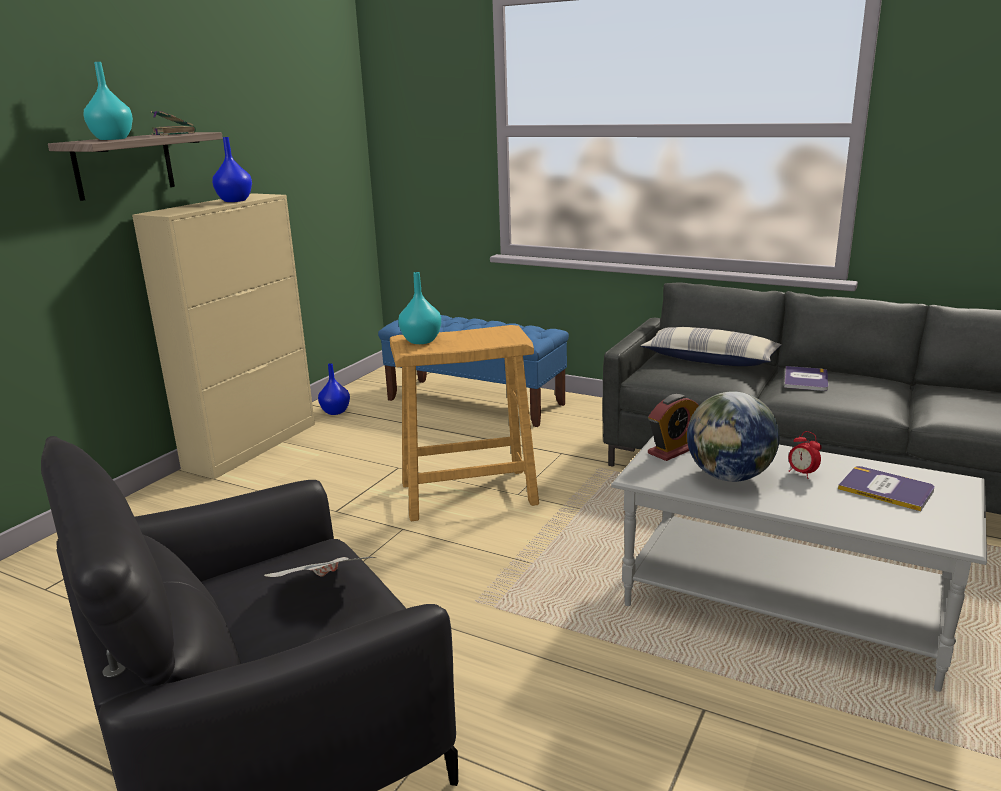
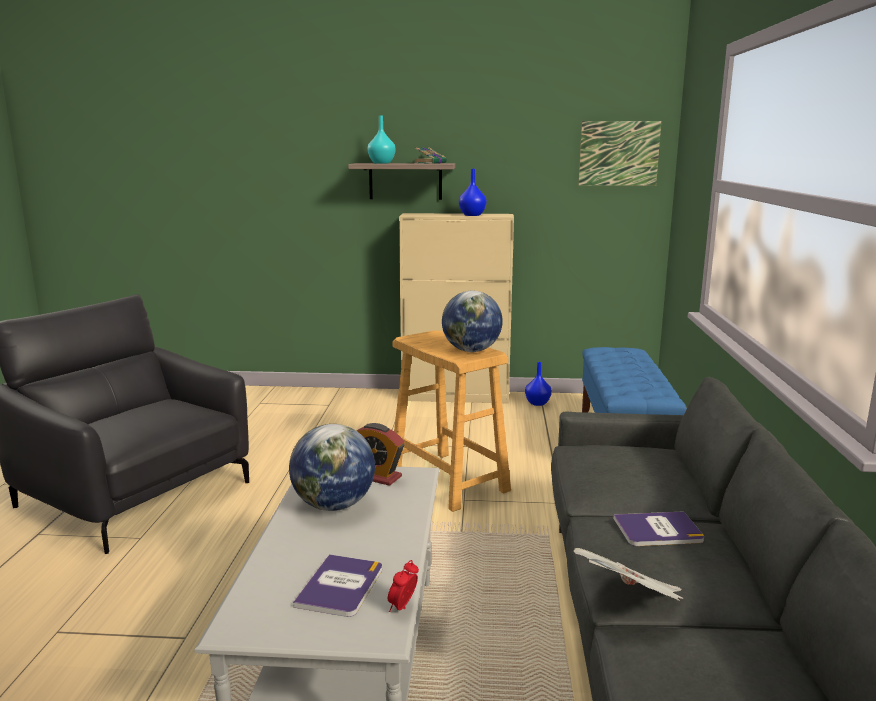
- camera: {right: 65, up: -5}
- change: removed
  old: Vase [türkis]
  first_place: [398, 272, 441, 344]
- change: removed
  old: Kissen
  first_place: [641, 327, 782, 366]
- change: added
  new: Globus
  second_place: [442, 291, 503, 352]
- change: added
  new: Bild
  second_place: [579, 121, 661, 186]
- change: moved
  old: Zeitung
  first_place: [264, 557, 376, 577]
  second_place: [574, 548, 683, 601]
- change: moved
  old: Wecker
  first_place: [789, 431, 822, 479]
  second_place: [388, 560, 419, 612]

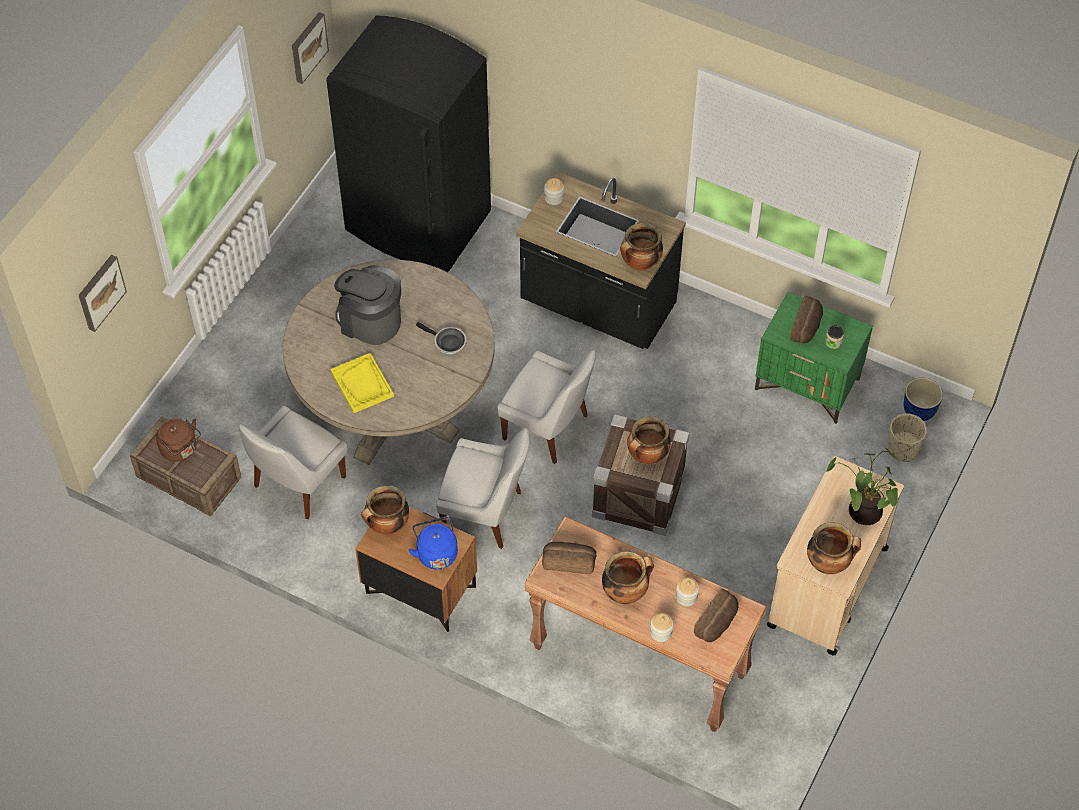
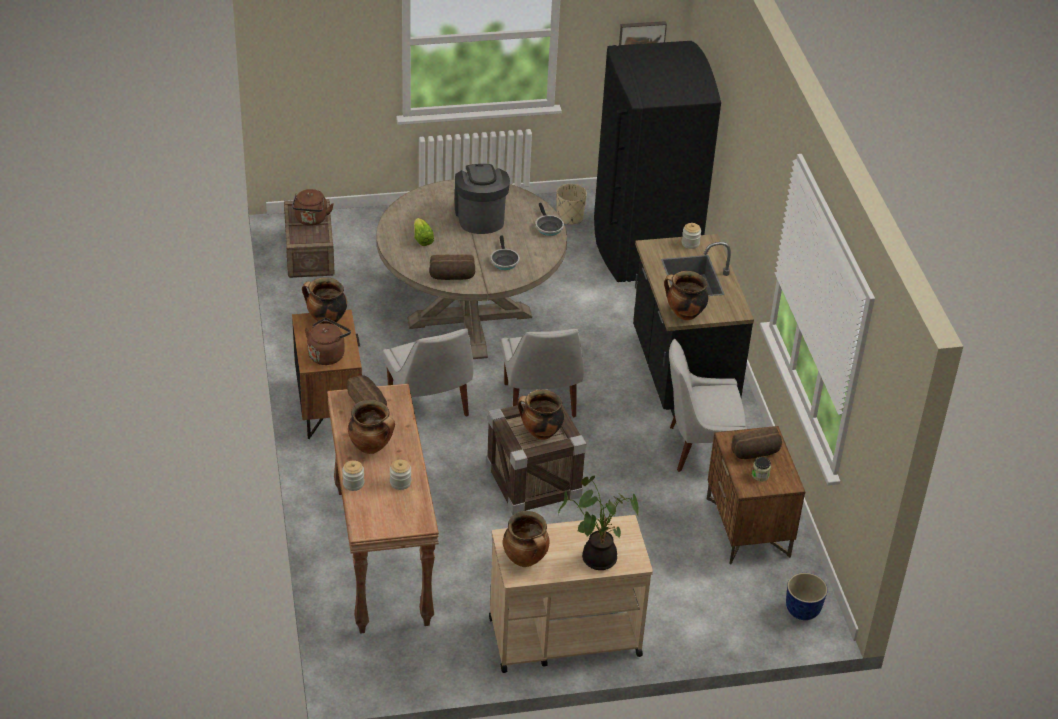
- camera: {right: 50, up: -15}
- change: removed
  old: Bild
  first_place: [79, 255, 127, 332]
- change: added
  new: Pfanne
  second_place: [535, 203, 564, 236]
- change: moved
  old: Stuhl [weiß]
  first_place: [239, 406, 347, 519]
  second_place: [669, 339, 747, 472]
- change: moved
  old: Brot
  first_place: [694, 589, 739, 642]
  second_place: [429, 255, 475, 280]
- change: moved
  old: Pflanzkübel [beige]
  first_place: [887, 413, 927, 462]
  second_place: [556, 184, 587, 225]
- change: replaced
  old: Tablett [gelb]
  new: Salatkopf
  first_place: [330, 353, 394, 413]
  second_place: [414, 218, 434, 246]
- change: recoloured
  old: Wasserkessel [blau]
  new: Wasserkessel [braun]
  first_place: [408, 516, 458, 570]
  second_place: [305, 318, 351, 365]
- change: recoloured
  old: Nachttisch [grün]
  new: Nachttisch [braun]
  first_place: [755, 292, 873, 424]
  second_place: [707, 426, 805, 564]

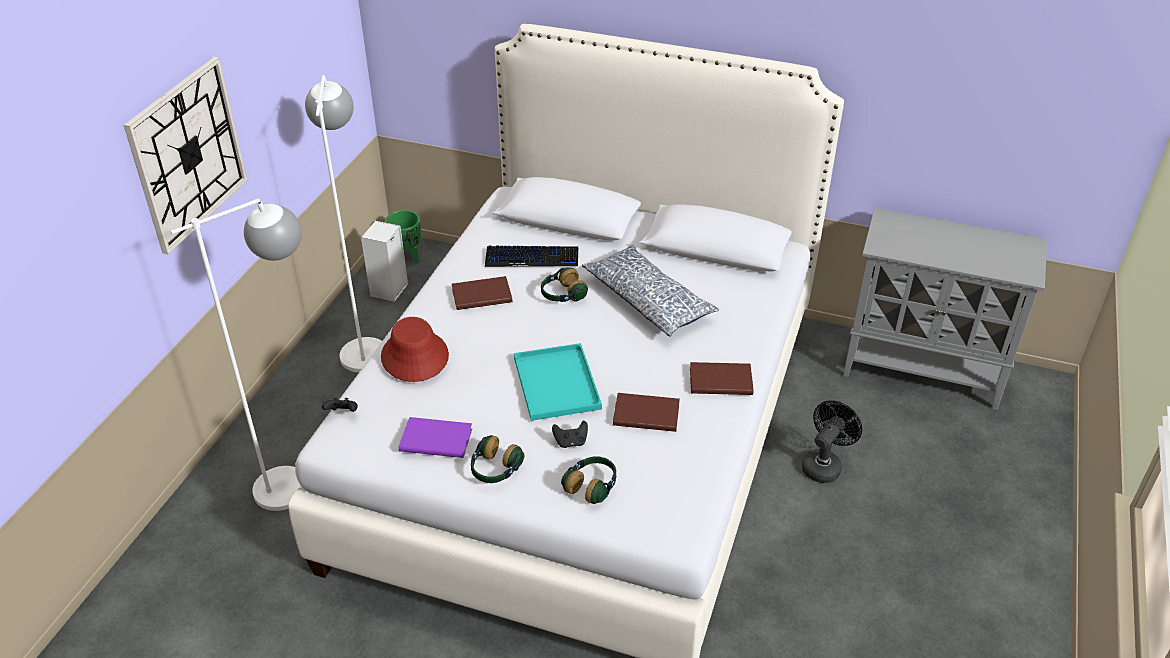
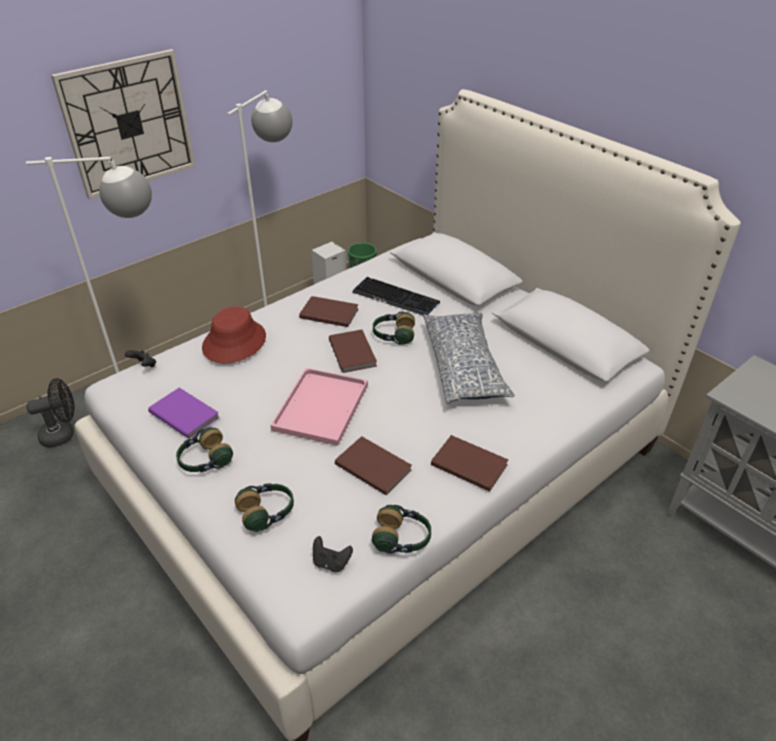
- camera: {right: 30, up: 0}
- change: added
  new: Buch [braun]
  second_place: [329, 330, 377, 373]
- change: added
  new: Kopfhörer
  second_place: [372, 505, 431, 554]
- change: moved
  old: Gamepad [schwarz]
  first_place: [552, 421, 588, 448]
  second_place: [313, 536, 353, 572]
- change: moved
  old: Ventilator [schwarz]
  first_place: [802, 401, 862, 483]
  second_place: [26, 378, 75, 448]
- change: recoloured
  old: Tablett [türkis]
  new: Tablett [rosa]
  first_place: [514, 343, 602, 421]
  second_place: [270, 368, 368, 446]

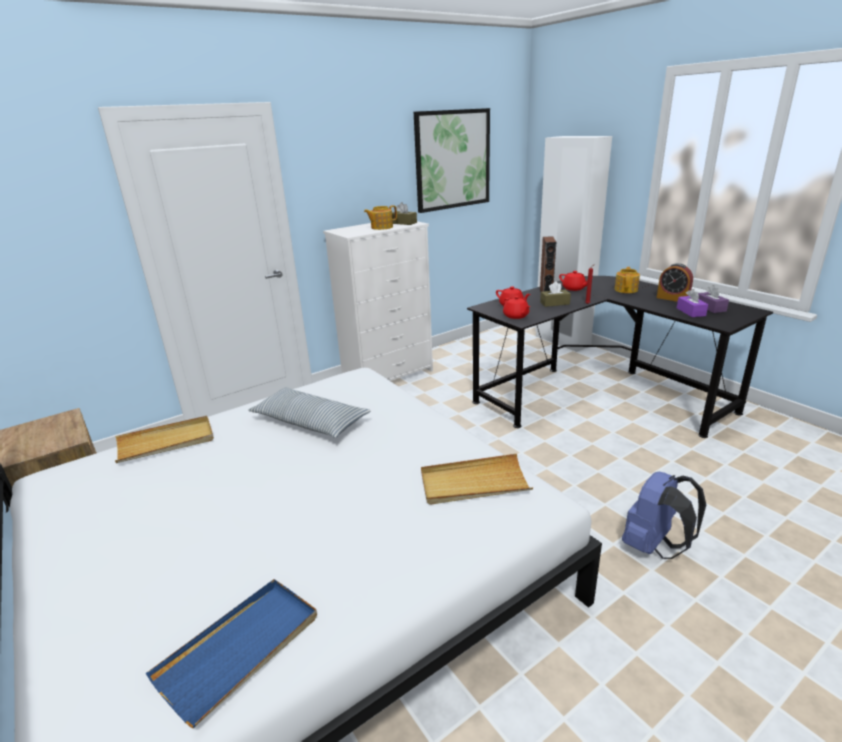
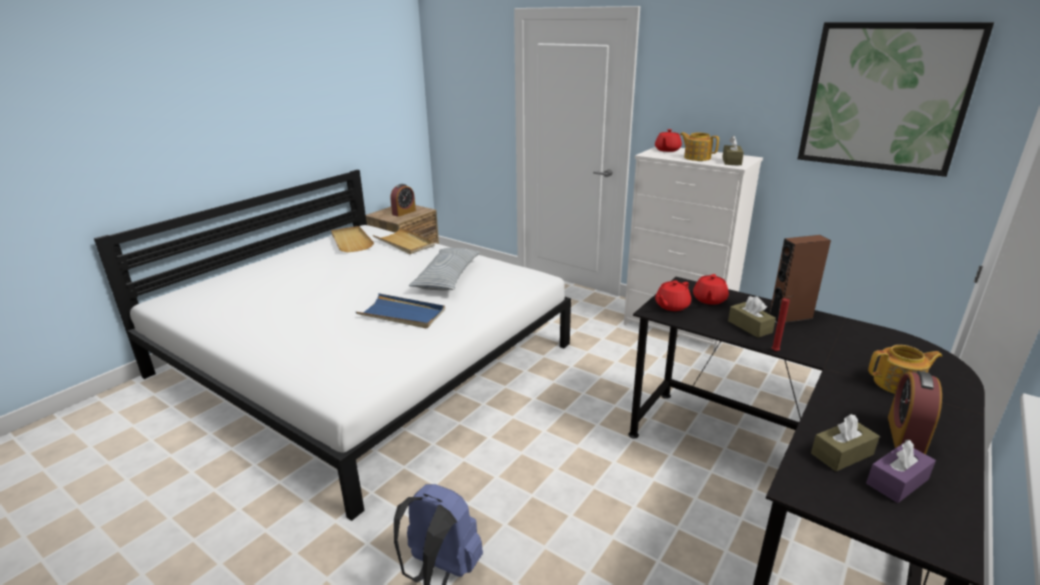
- camera: {right: 70, up: 0}
- change: added
  new: Wecker
  second_place: [390, 184, 416, 217]
- change: moved
  old: Tablett [blau]
  first_place: [146, 579, 317, 728]
  second_place: [356, 293, 445, 328]
- change: moved
  old: Tablett [beige]
  first_place: [421, 454, 533, 505]
  second_place: [331, 226, 374, 252]
- change: moved
  old: Teekanne [rot]
  first_place: [559, 271, 588, 291]
  second_place: [655, 129, 682, 152]
- change: recoloured
  old: Taschentuchbox [lila]
  new: Taschentuchbox [braun]
  first_place: [677, 289, 708, 317]
  second_place: [811, 414, 880, 471]

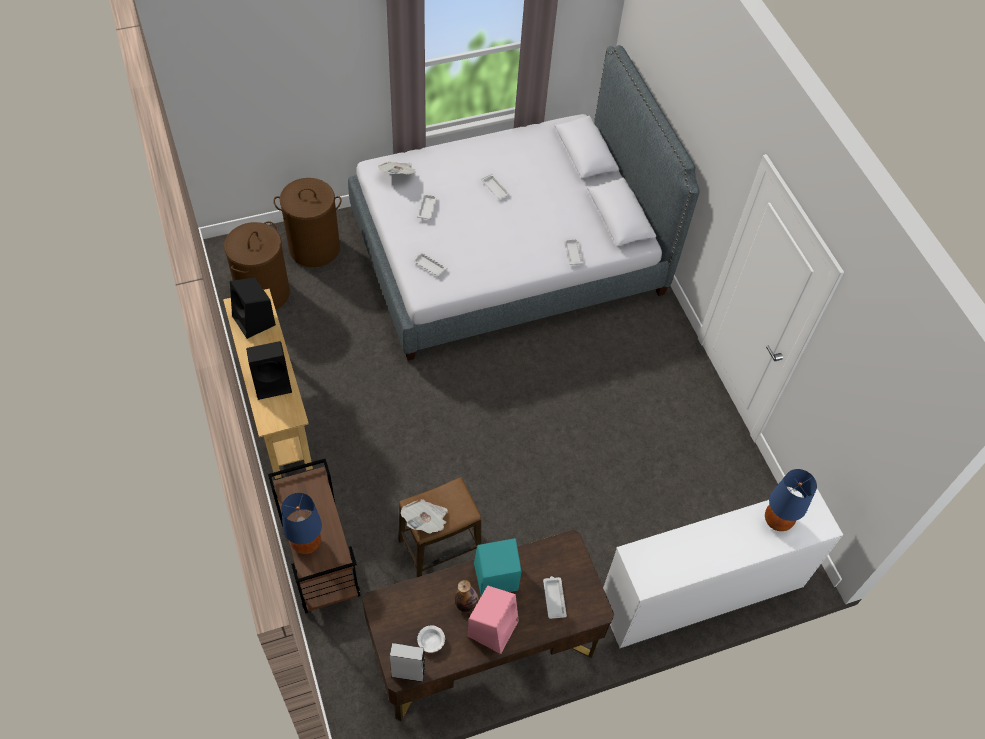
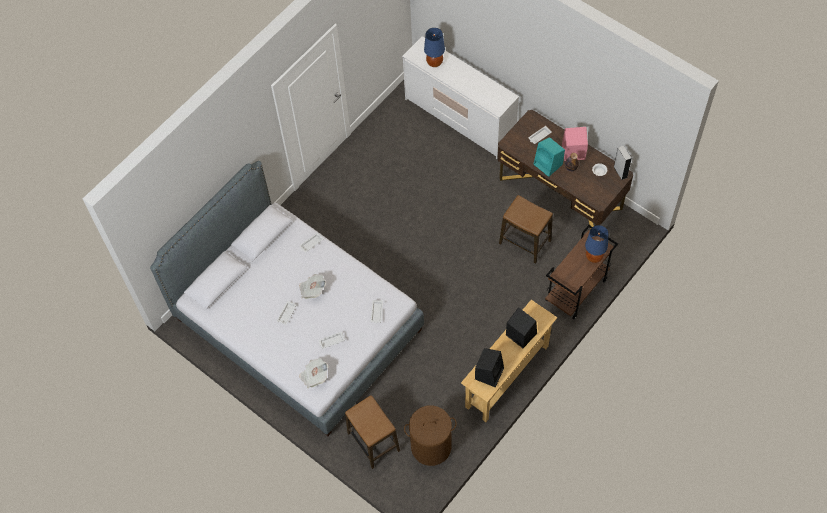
- camera: {right: -115, up: 5}
- change: moved
  old: Zeitung
  first_place: [401, 499, 448, 534]
  second_place: [299, 274, 326, 299]
- change: replaced
  old: Wäschekorb [braun]
  new: Hocker
  first_place: [273, 178, 342, 267]
  second_place: [345, 395, 400, 469]

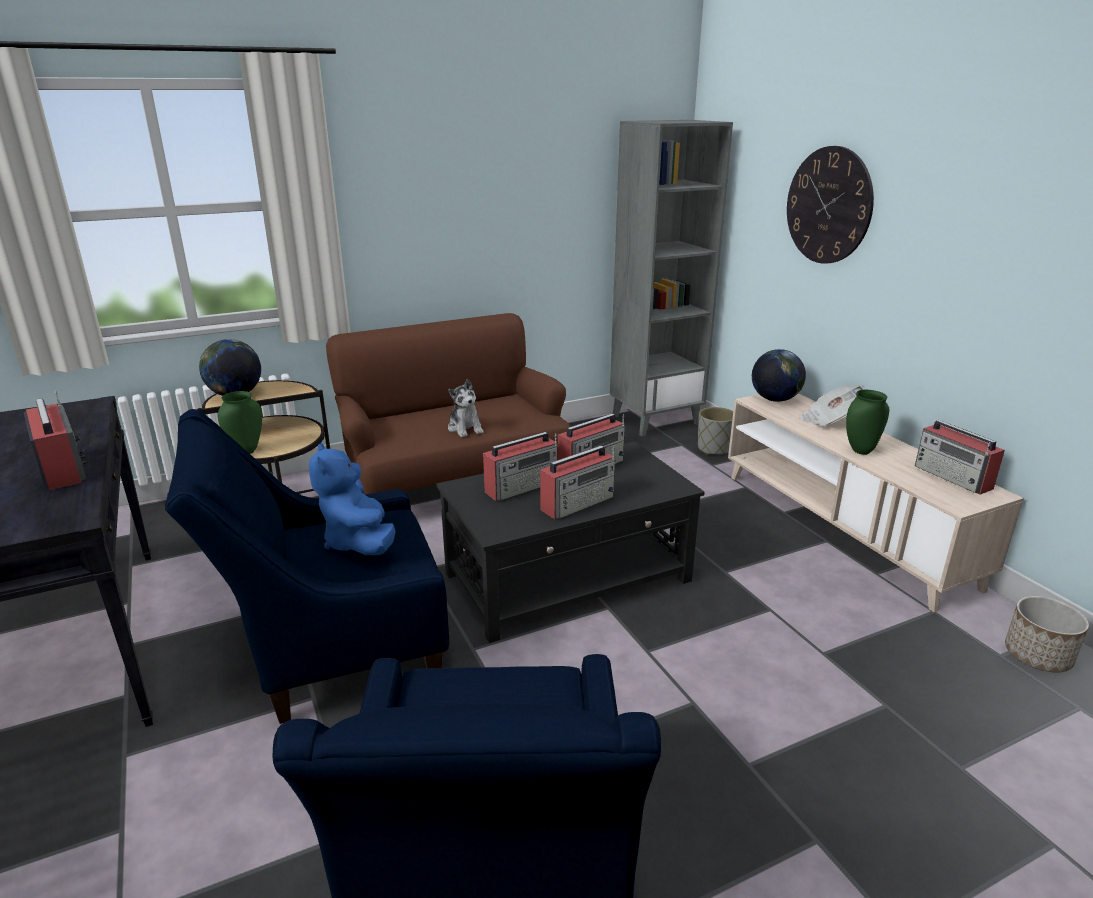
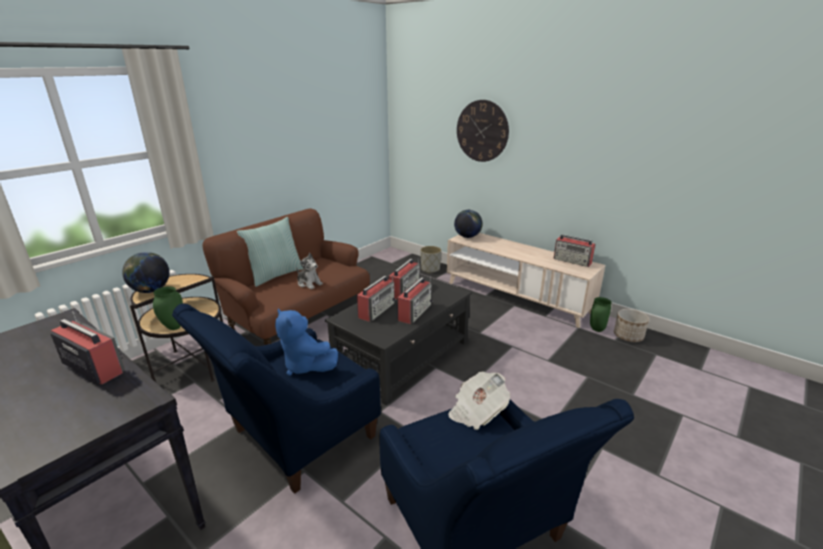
- camera: {right: -25, up: 0}
- change: removed
  old: Bücherregal [grau]
  first_place: [610, 120, 733, 437]
- change: added
  new: Kissen
  second_place: [237, 217, 304, 287]
- change: moved
  old: Zeitung
  first_place: [799, 385, 867, 427]
  second_place: [448, 371, 510, 430]
- change: moved
  old: Vase [grün]
  first_place: [846, 390, 889, 455]
  second_place: [590, 297, 612, 332]

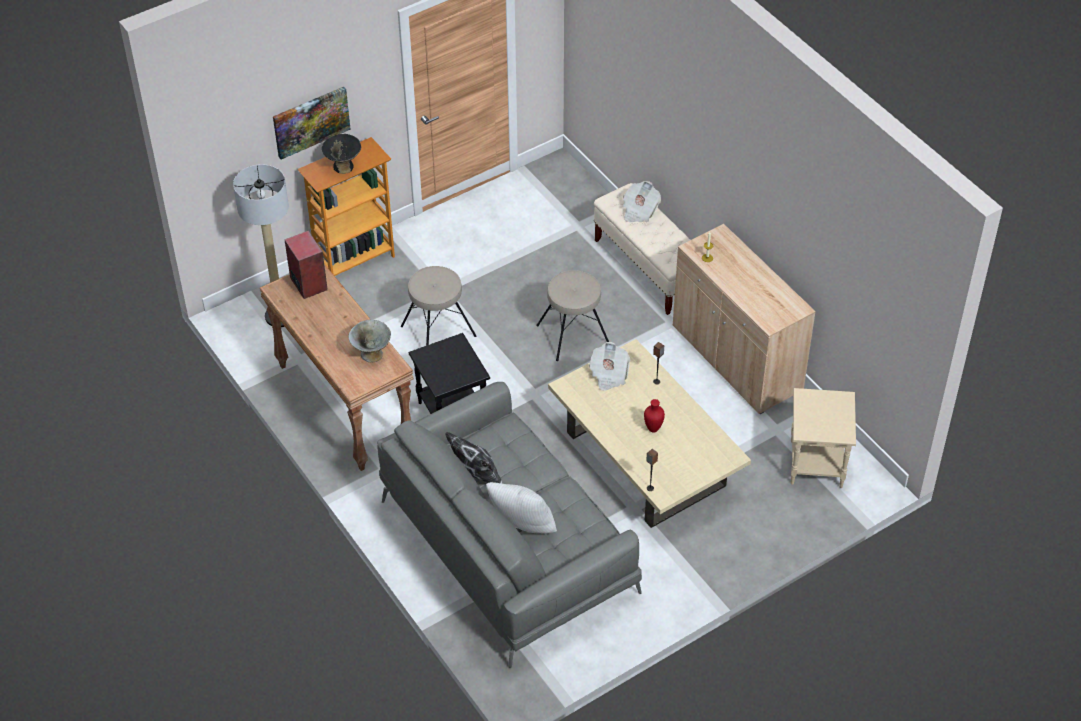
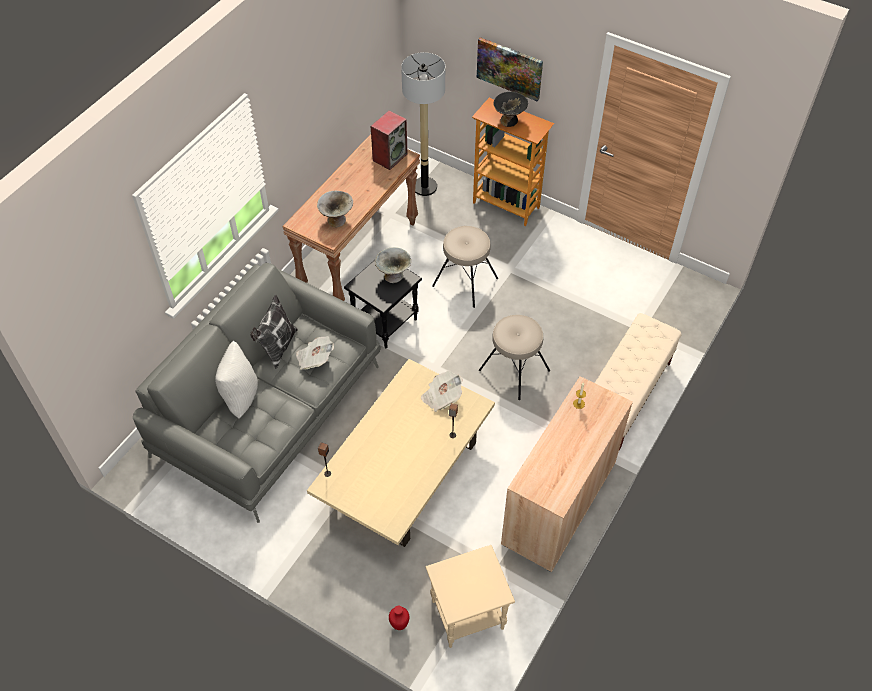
- camera: {right: 65, up: 5}
- change: added
  new: Schüssel [grau]
  second_place: [375, 247, 411, 283]
- change: moved
  old: Zeitung
  first_place: [622, 181, 661, 222]
  second_place: [296, 336, 334, 370]
- change: moved
  old: Vase [rot]
  first_place: [644, 399, 665, 433]
  second_place: [389, 605, 409, 630]

